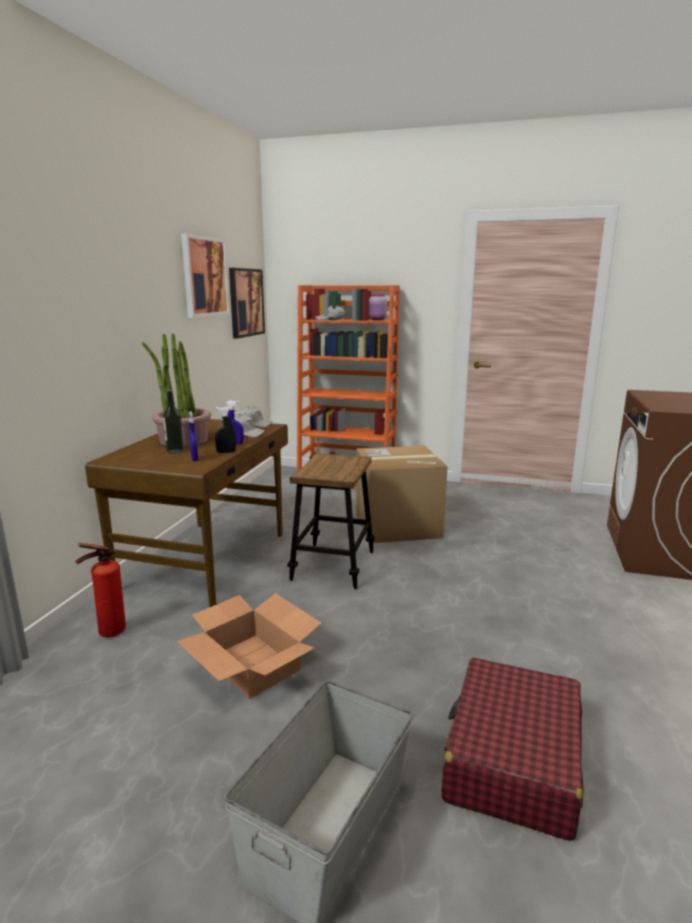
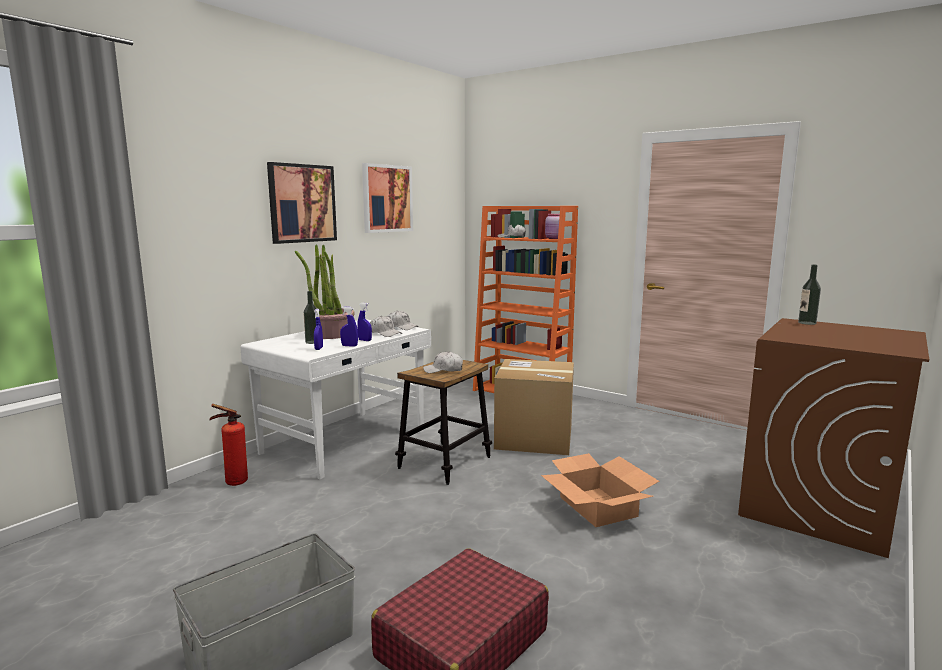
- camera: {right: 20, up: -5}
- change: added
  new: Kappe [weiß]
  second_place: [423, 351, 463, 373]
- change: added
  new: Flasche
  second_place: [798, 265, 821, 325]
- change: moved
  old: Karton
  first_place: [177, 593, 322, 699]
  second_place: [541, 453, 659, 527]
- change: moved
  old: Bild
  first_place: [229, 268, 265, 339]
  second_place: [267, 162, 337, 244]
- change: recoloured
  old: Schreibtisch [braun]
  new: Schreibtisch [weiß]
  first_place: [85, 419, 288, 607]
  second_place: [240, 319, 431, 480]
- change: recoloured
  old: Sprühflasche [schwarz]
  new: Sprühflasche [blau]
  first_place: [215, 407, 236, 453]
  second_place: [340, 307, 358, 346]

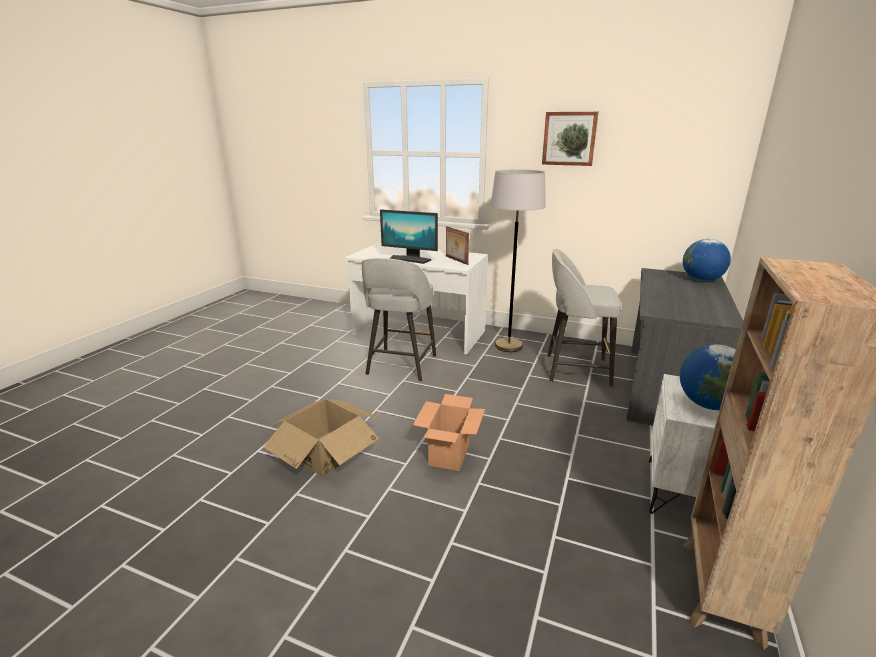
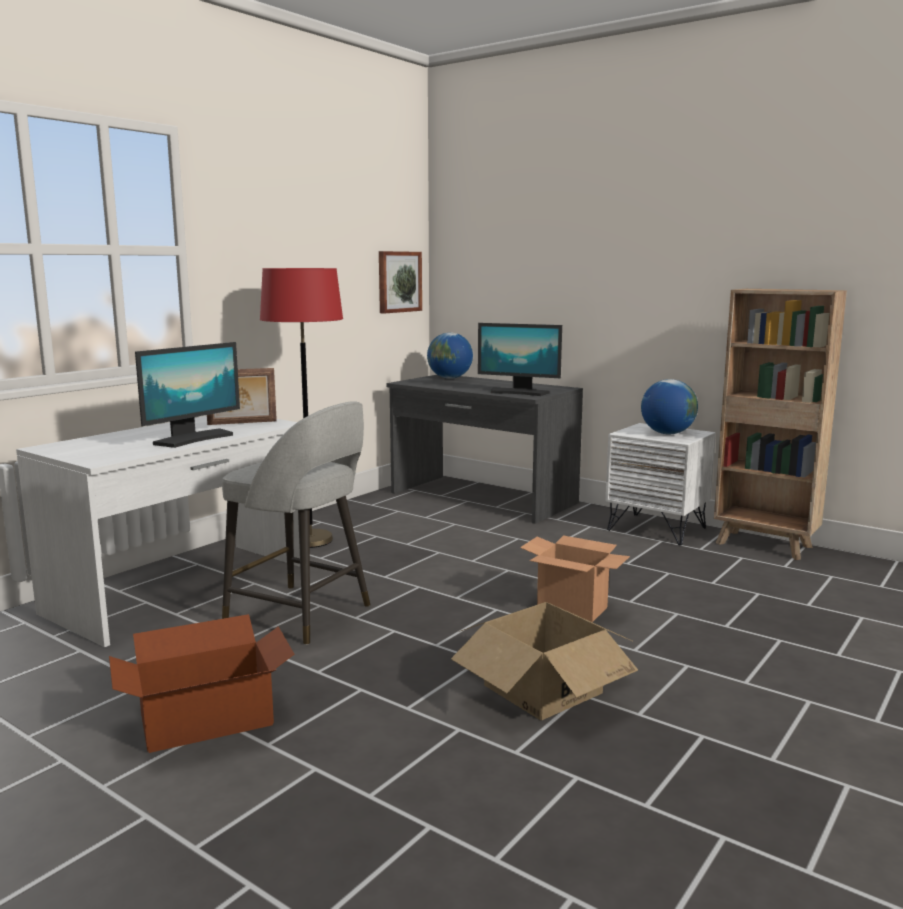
- camera: {right: -75, up: -10}
- change: removed
  old: Hocker [grau]
  first_place: [547, 249, 622, 387]
- change: added
  new: Karton
  second_place: [109, 614, 295, 753]
- change: added
  new: Monitor
  second_place: [478, 323, 562, 396]
- change: moved
  old: Bild
  first_place: [542, 112, 599, 166]
  second_place: [379, 251, 422, 314]
- change: recoloured
  old: Stehlampe [grau]
  new: Stehlampe [rot]
  first_place: [490, 169, 546, 352]
  second_place: [260, 268, 343, 548]

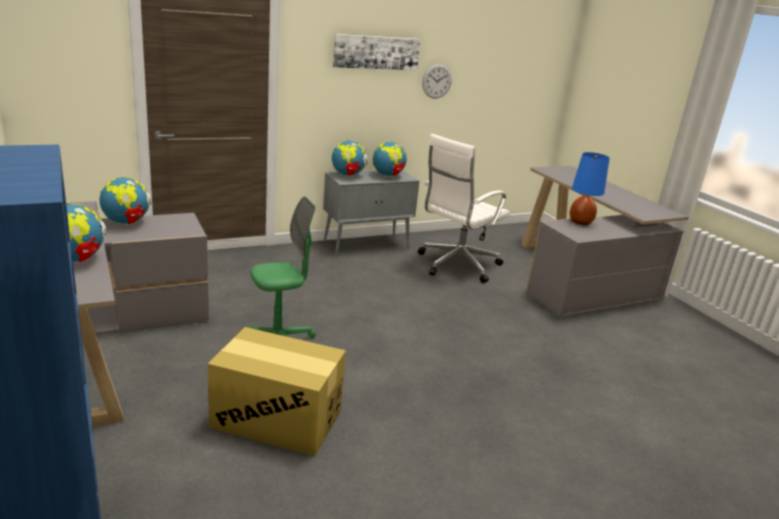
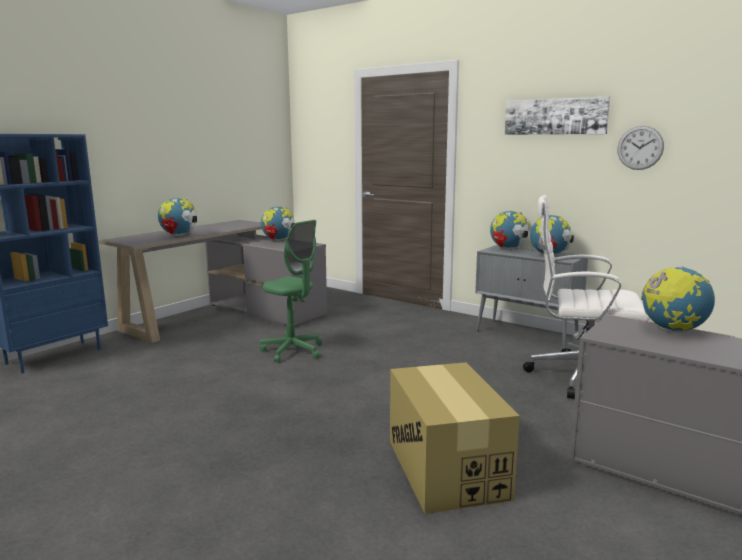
- camera: {right: 65, up: -10}
- change: moved
  old: Karton
  first_place: [208, 327, 346, 456]
  second_place: [390, 362, 520, 514]
- change: replaced
  old: Tischlampe [blau]
  new: Globus
  first_place: [569, 152, 610, 225]
  second_place: [641, 266, 715, 333]

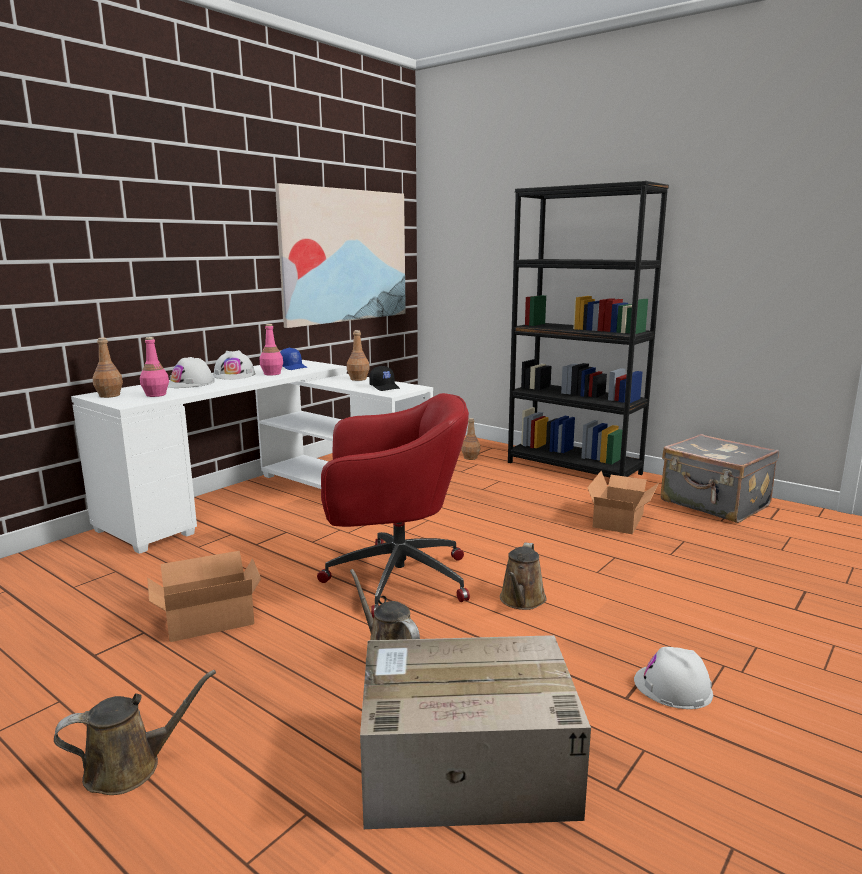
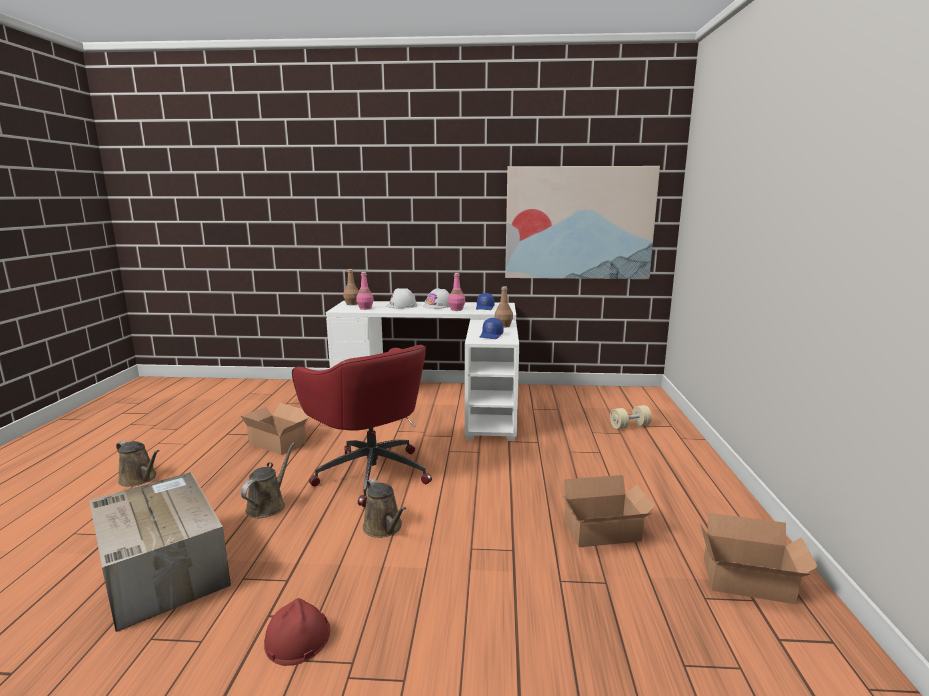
- camera: {right: 55, up: 0}
- change: removed
  old: Bücherregal [schwarz]
  first_place: [508, 181, 669, 477]
- change: replaced
  old: Flasche [braun]
  new: Hantel [beige]
  first_place: [461, 418, 480, 460]
  second_place: [610, 405, 652, 429]
- change: replaced
  old: Koffer [grau]
  new: Karton
  first_place: [661, 434, 779, 523]
  second_place: [699, 513, 818, 604]
- change: recoloured
  old: Kappe [schwarz]
  new: Kappe [blau]
  first_place: [369, 366, 400, 391]
  second_place: [479, 318, 503, 339]
- change: recoloured
  old: Schutzhelm [weiß]
  new: Schutzhelm [rot]
  first_place: [634, 647, 713, 709]
  second_place: [264, 598, 331, 666]
- change: turned
  old: Gießkanne [braun]
  first_place: [500, 542, 547, 610]
  second_place: [363, 478, 406, 538]
  degrees: -105

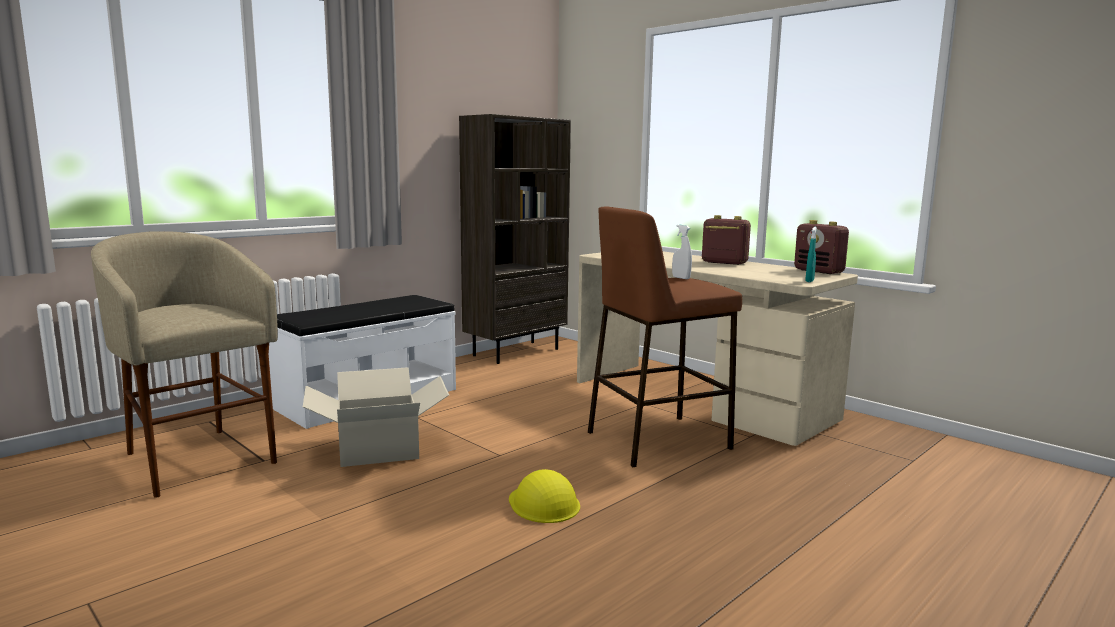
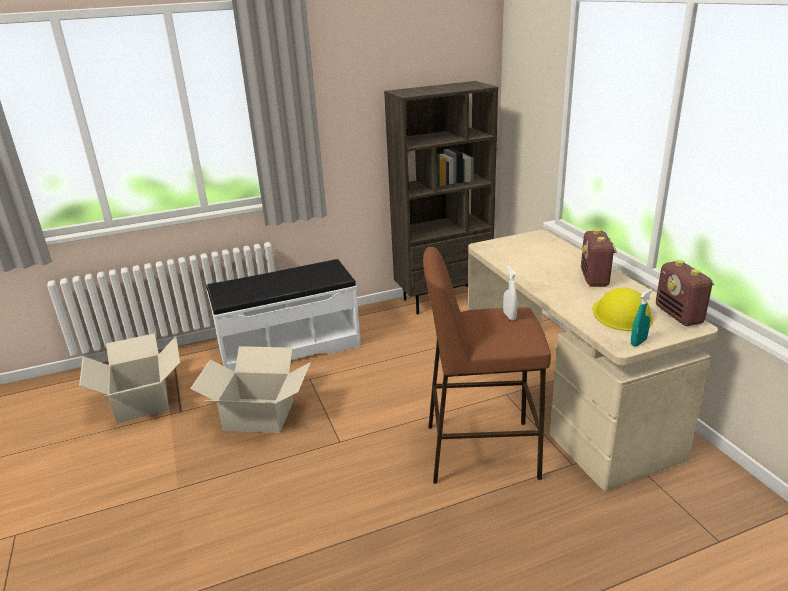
- camera: {right: 25, up: 15}
- change: moved
  old: Schutzhelm [gelb]
  first_place: [509, 469, 580, 523]
  second_place: [592, 288, 653, 331]
- change: replaced
  old: Hocker [beige]
  new: Karton
  first_place: [91, 232, 278, 498]
  second_place: [79, 333, 180, 423]
- change: turned
  old: Radio
  first_place: [702, 215, 751, 265]
  second_place: [581, 229, 617, 287]
  degrees: -135

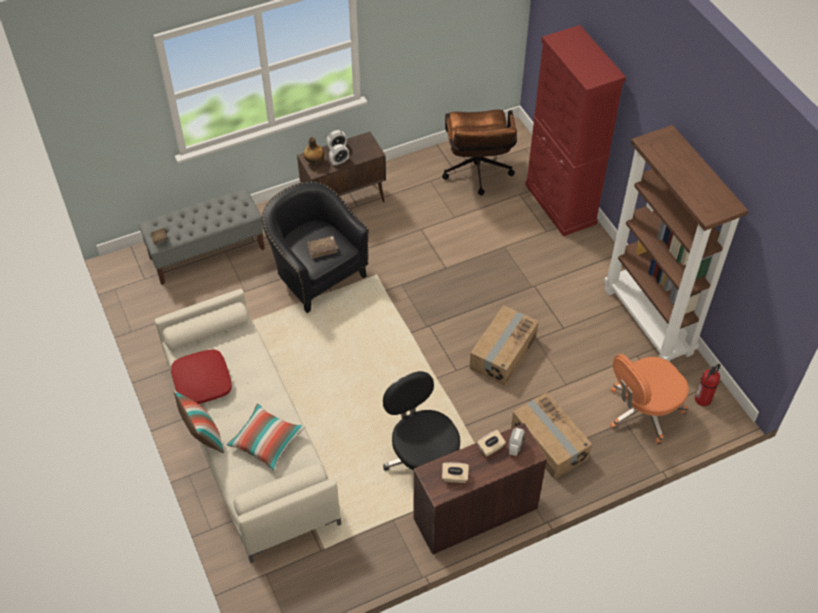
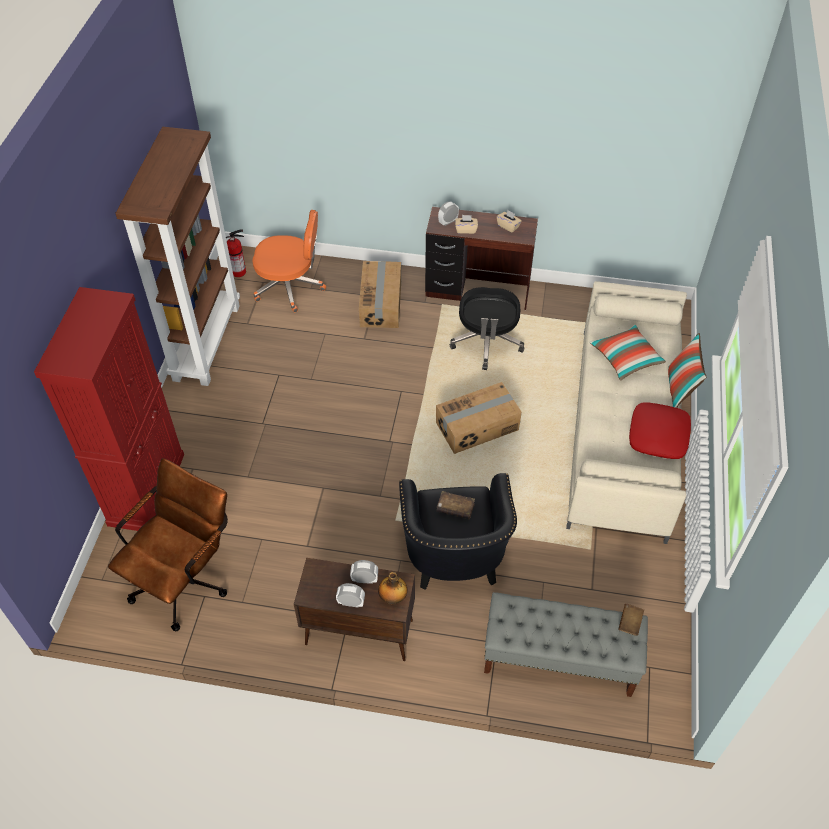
- camera: {right: -145, up: 0}
- change: moved
  old: Karton
  first_place: [469, 305, 539, 386]
  second_place: [436, 382, 522, 454]

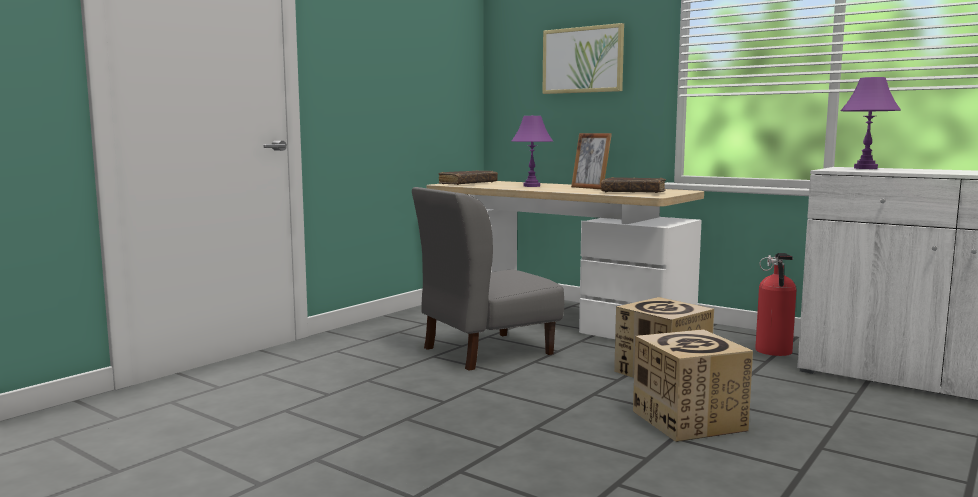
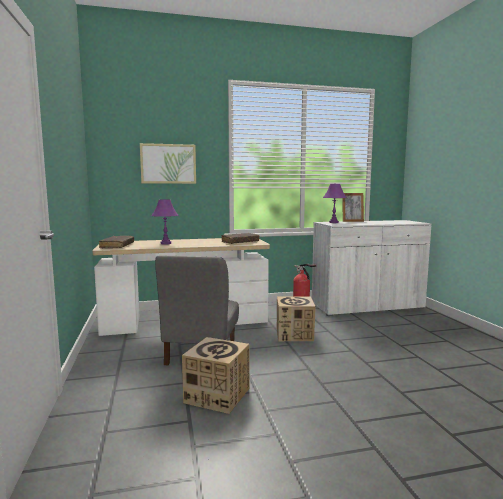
- camera: {right: -50, up: 0}
- change: moved
  old: Bilderrahmen
  first_place: [571, 133, 612, 189]
  second_place: [342, 193, 364, 222]
- change: moved
  old: Karton
  first_place: [633, 329, 753, 442]
  second_place: [182, 337, 249, 414]

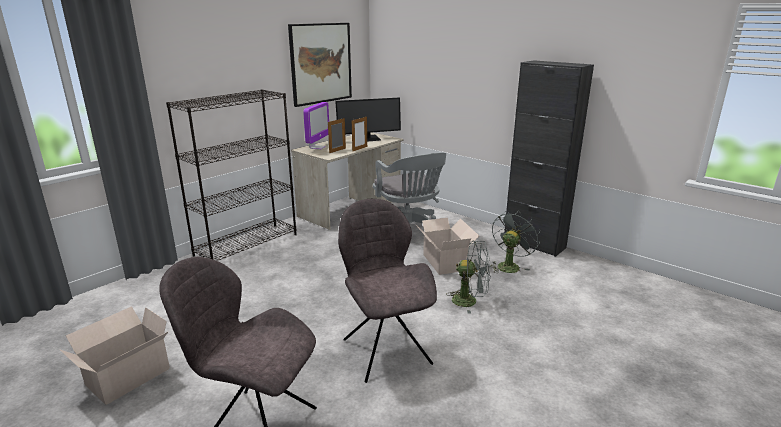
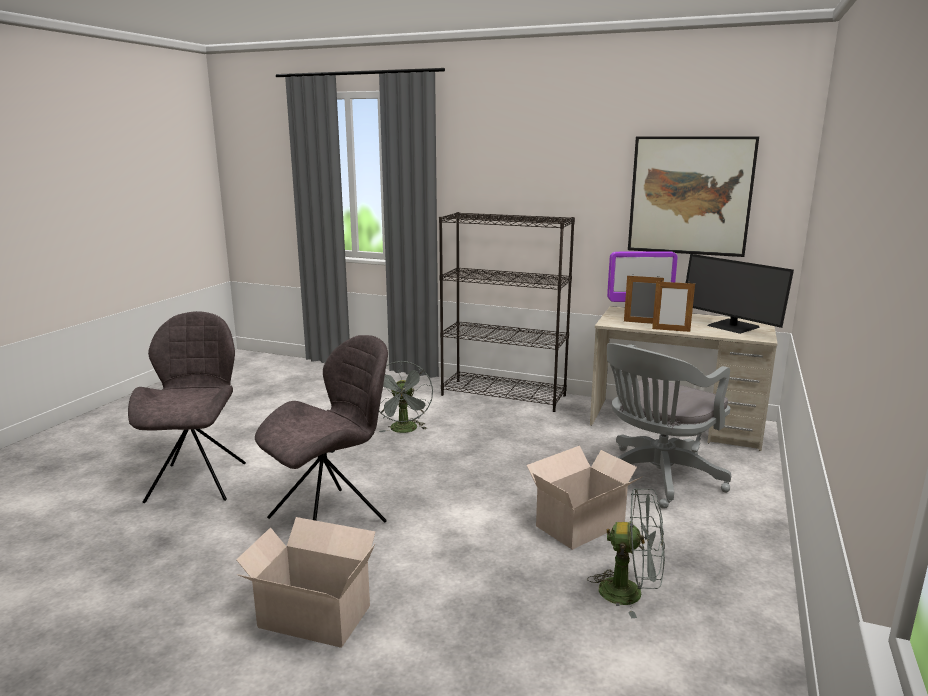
- camera: {right: 70, up: -5}
- change: removed
  old: Schrank [schwarz]
  first_place: [504, 60, 594, 257]
- change: moved
  old: Karton
  first_place: [59, 306, 170, 405]
  second_place: [236, 517, 376, 648]
- change: moved
  old: Ventilator [grau]
  first_place: [446, 240, 490, 314]
  second_place: [379, 361, 433, 433]

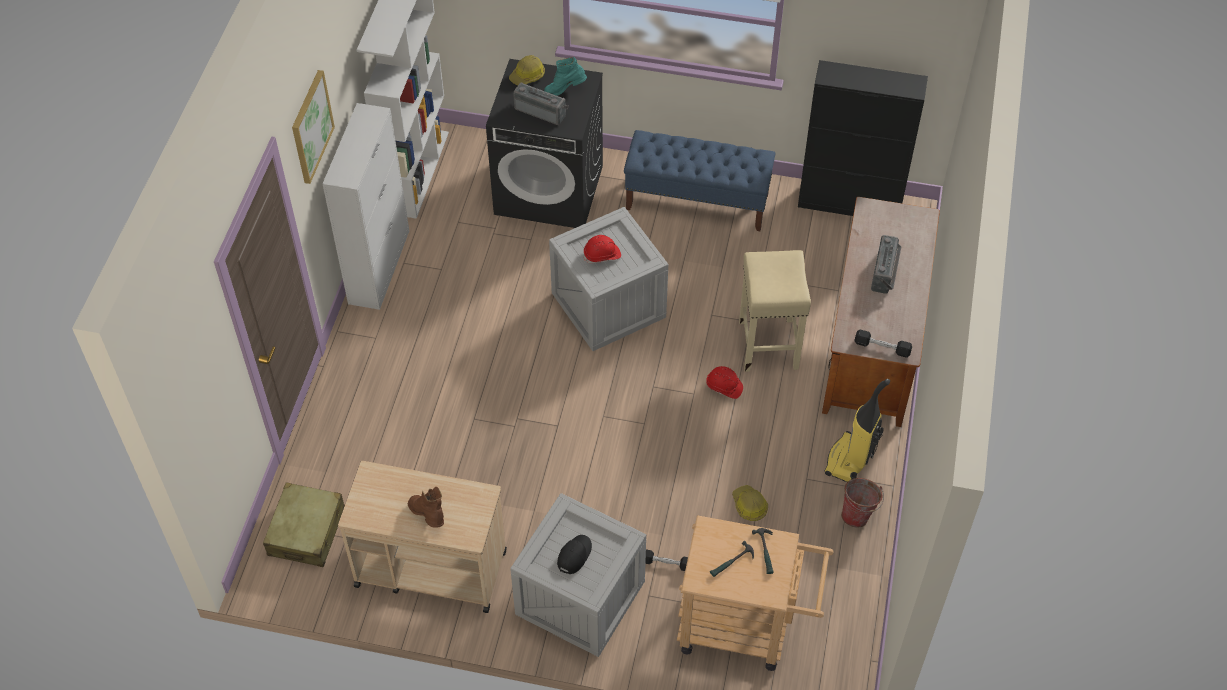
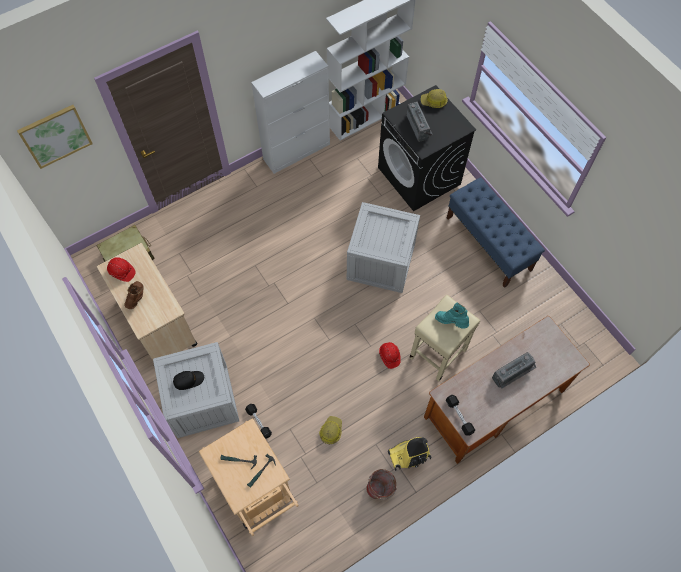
- camera: {right: 45, up: 10}
- change: removed
  old: Schrank [schwarz]
  first_place: [798, 60, 928, 216]
- change: moved
  old: Bild
  first_place: [292, 70, 335, 184]
  second_place: [17, 105, 93, 169]
- change: moved
  old: Stiefel [türkis]
  first_place: [544, 57, 587, 96]
  second_place: [435, 303, 469, 329]
- change: moved
  old: Schutzhelm [rot]
  first_place: [584, 235, 621, 263]
  second_place: [107, 257, 136, 282]

